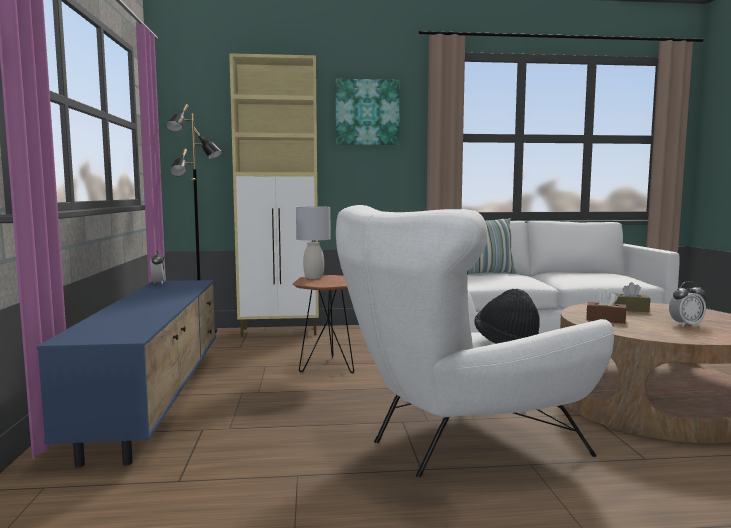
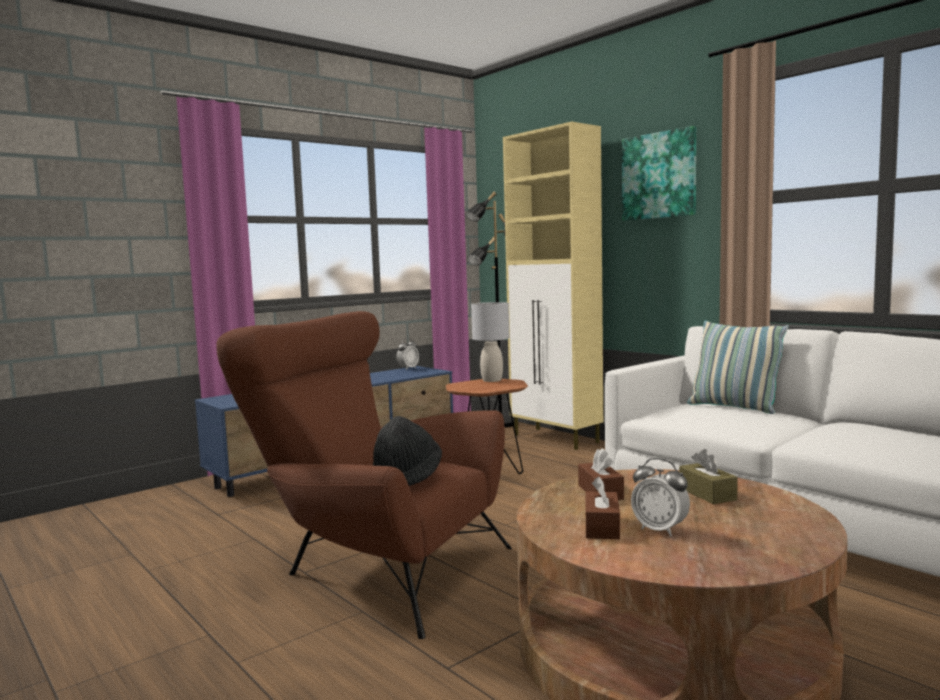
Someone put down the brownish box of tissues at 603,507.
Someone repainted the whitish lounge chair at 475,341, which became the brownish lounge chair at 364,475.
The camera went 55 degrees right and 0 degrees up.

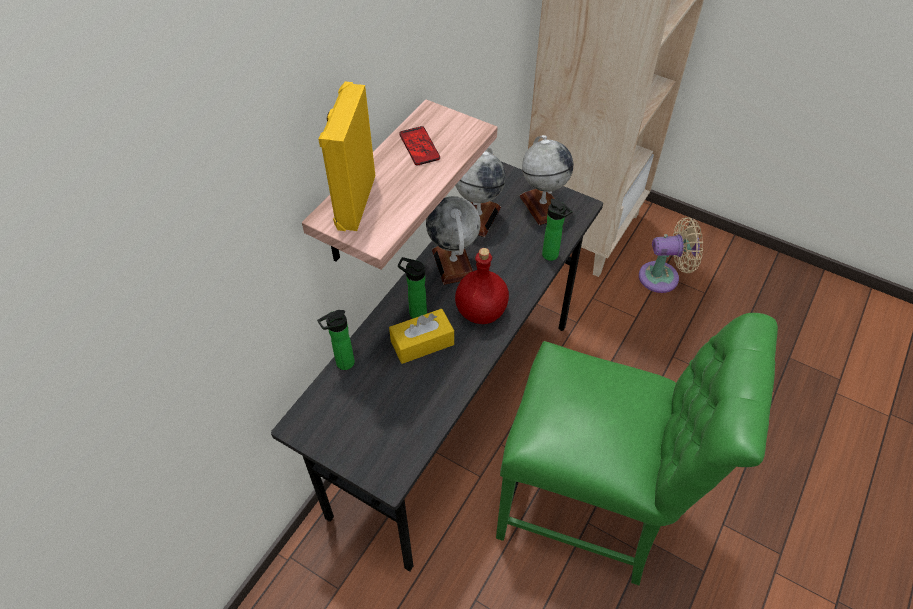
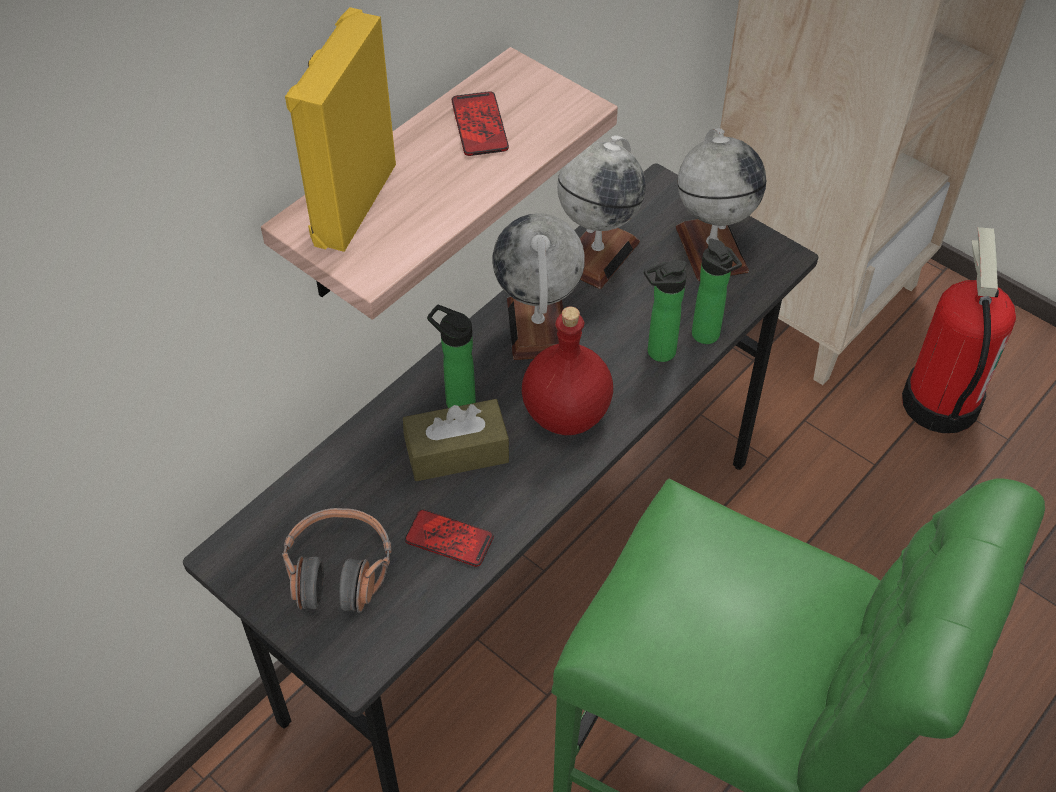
Someone put down the headset at 336,560.
Someone put down the phone at 449,538.
Someone carried the bottle from 336,340 to 665,311.
Someone swapped the sand-coloured cooling fan at 671,255 for the fire extinguisher at 959,330.
Someone repainted the yellow box of tissues at 421,336, which became the brownish box of tissues at 456,440.
The camera went 10 degrees right and 0 degrees up.

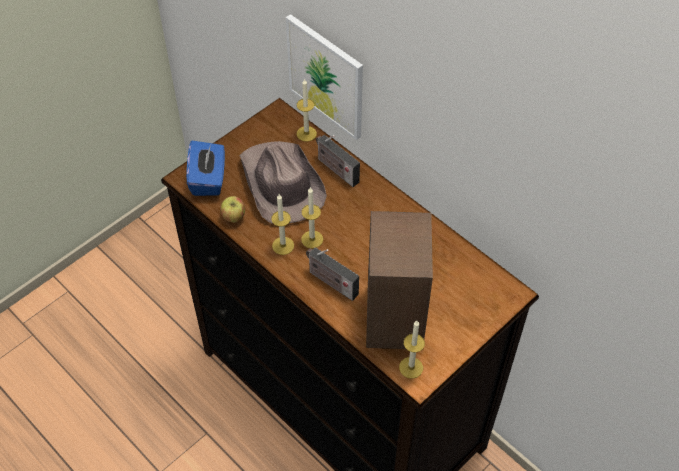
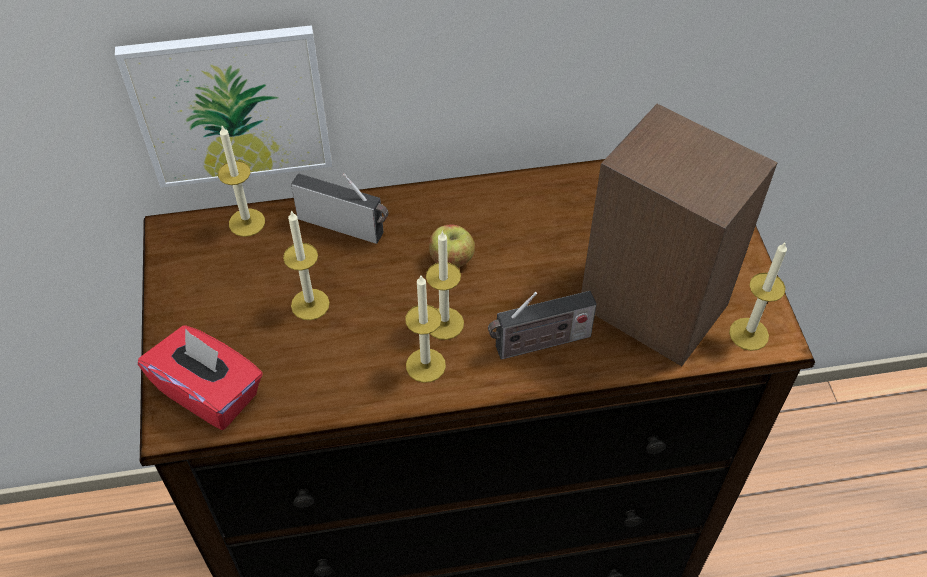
Someone carried the whole apple from 232,209 to 452,246.
Someone swapped the brownish wearable hat at 283,182 for the wax light at 306,265.
Someone repainted the blue-coloured box of tissues at 205,168, which became the reddish box of tissues at 200,377.
Someone rotated the radio receiver at 338,161 by 150 degrees counterclockwise.
The camera went 55 degrees left and 0 degrees up.

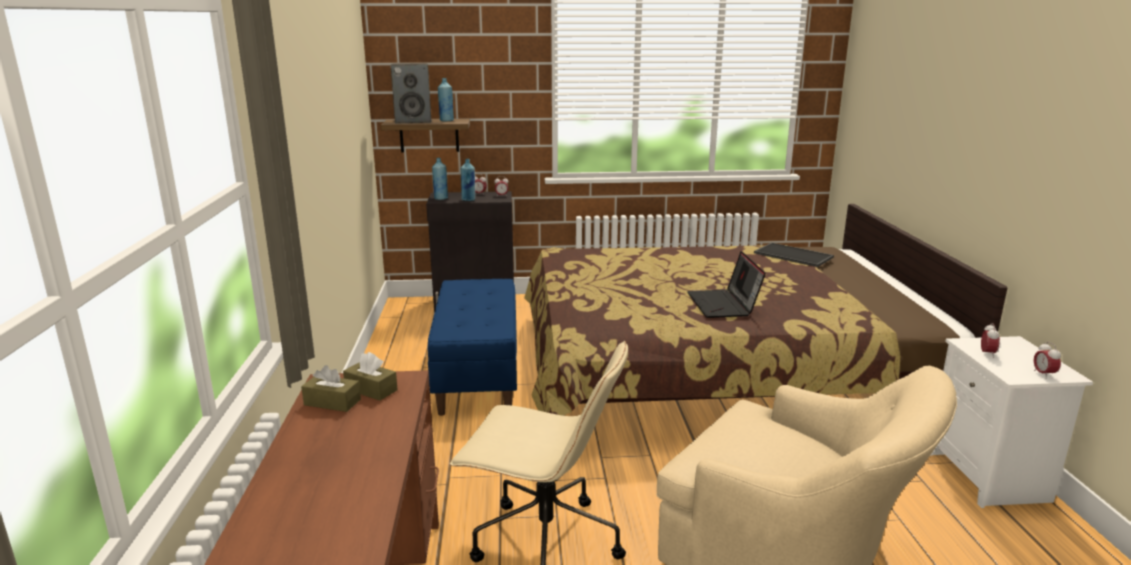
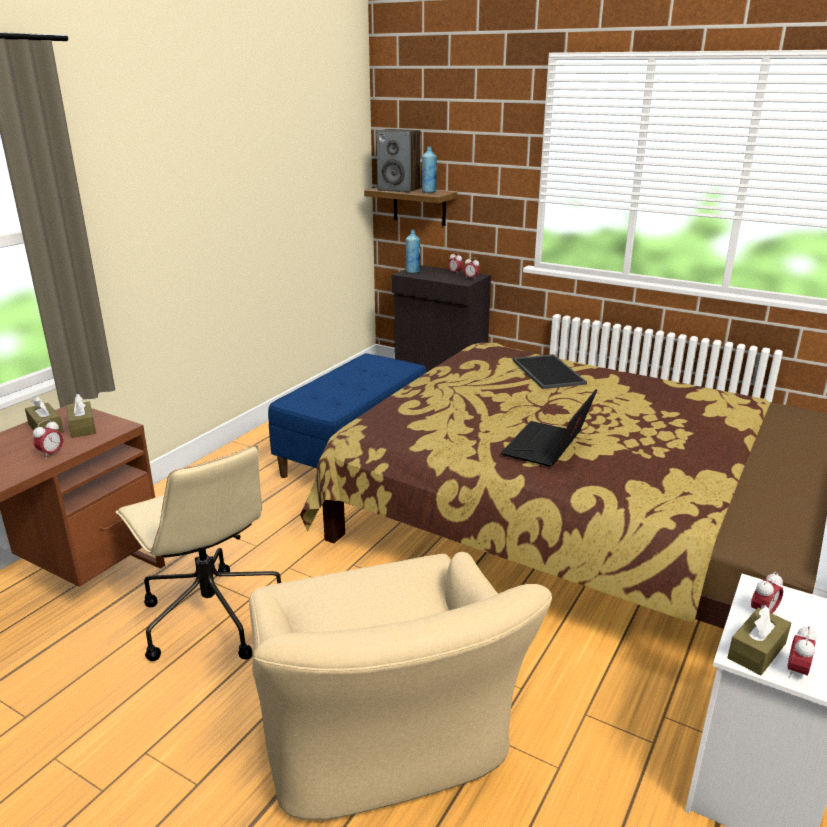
Someone took away the blue-coloured bottle at 468,180.
Someone put down the alarm clock at 48,439.
Someone put down the brownish box of tissues at 759,640.
Someone carried the carrying tray from 794,255 to 549,371.
The camera went 35 degrees right and 5 degrees up.

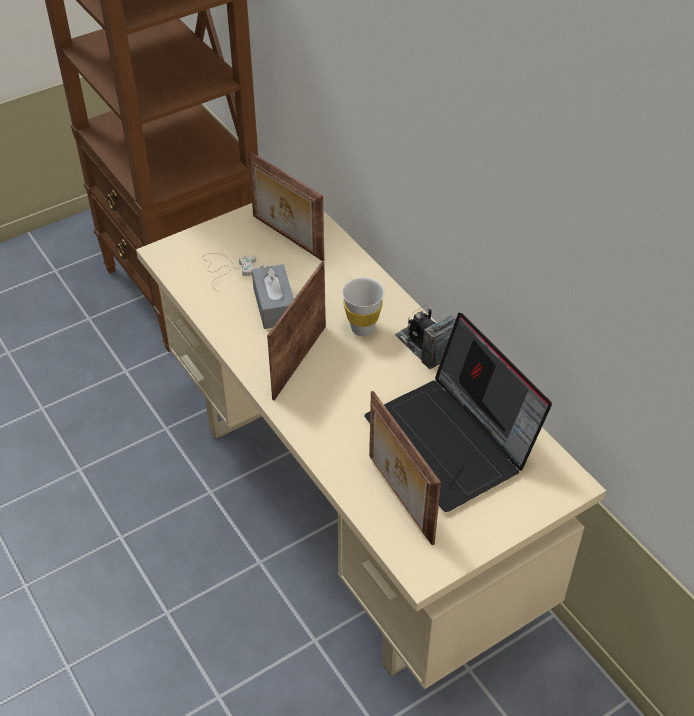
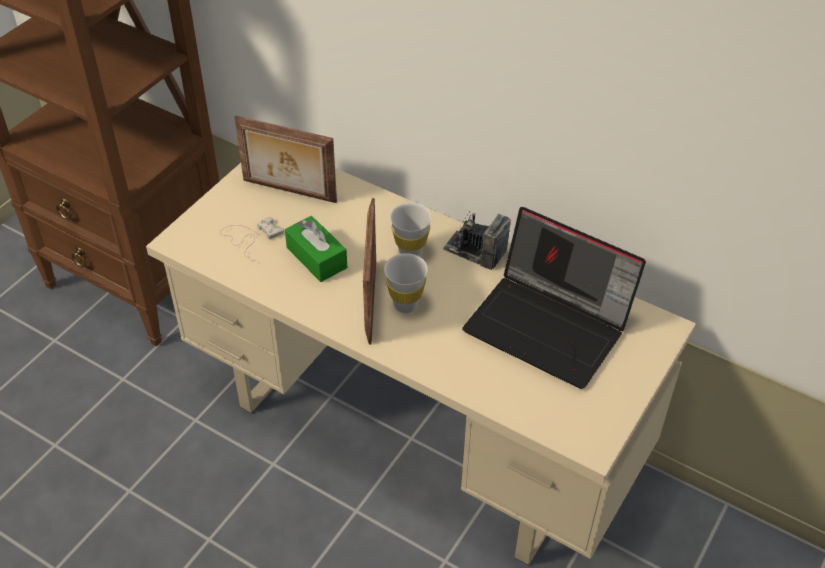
Someone took away the picture frame at 405,468.
Someone put down the whitish drinking cup at 406,283.
Someone repainted the gray box of tissues at 273,296, which became the green box of tissues at 316,249.
The camera went 25 degrees left and 0 degrees up.

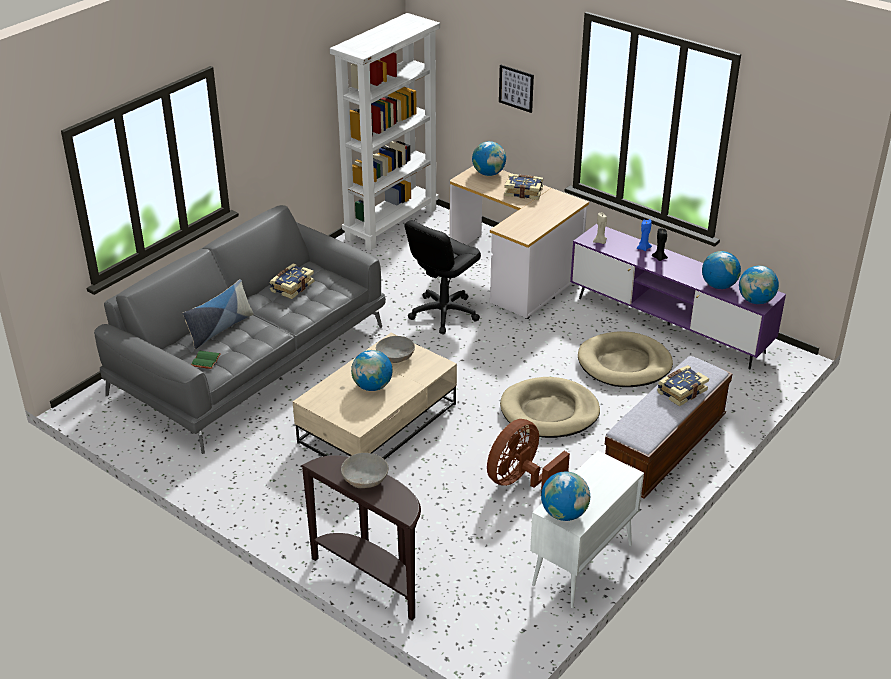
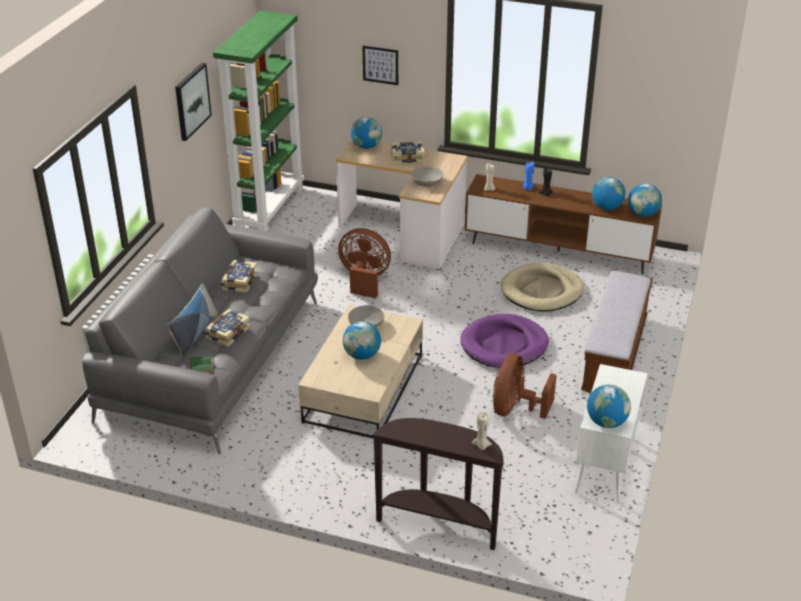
Someone put up the wall picture at 193,102.
Someone put down the sand-coloured wax light at 482,431.
Someone carried the gray deep dish from 365,470 to 427,176.
Someone carried the bound book from 683,386 to 227,328.
Someone swapped the black-coloured computer chair at 442,277 for the brownish cooling fan at 364,263.
Someone repainted the whitish shelving unit at 385,131, which became the green shelving unit at 258,120.
Someone repainted the sand-coloured dog bed at 550,407, which became the purple-coloured dog bed at 504,341.
Someone repainted the purple-coloured media console at 678,296, which became the brownish media console at 563,224.
The camera went 20 degrees left and 0 degrees up.

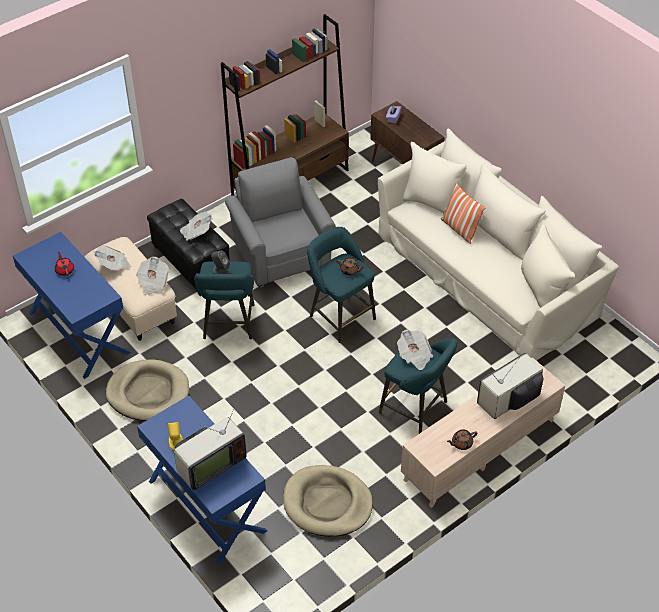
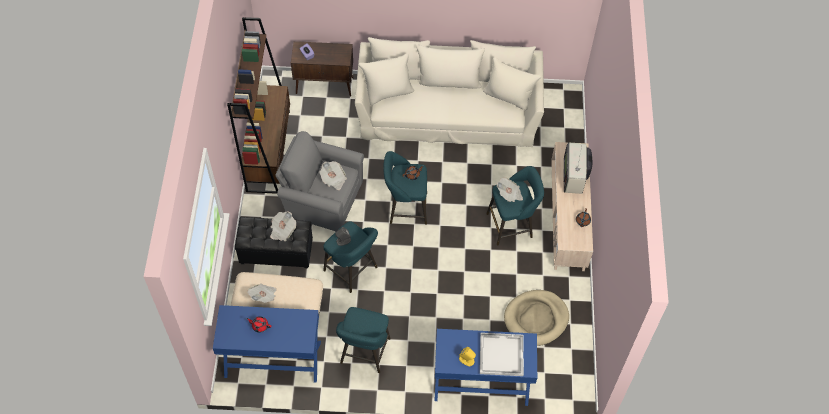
Someone took away the cushion at 463,213.
Someone carried the printed paper from 153,276 to 333,175.
Someone swapped the sand-coloured dog bed at 147,390 for the turquoise-coloured sitting stool at 363,340.
Someone swapped the television at 210,446 for the whitish carrying tray at 502,354.
The camera went 50 degrees left and 10 degrees up.

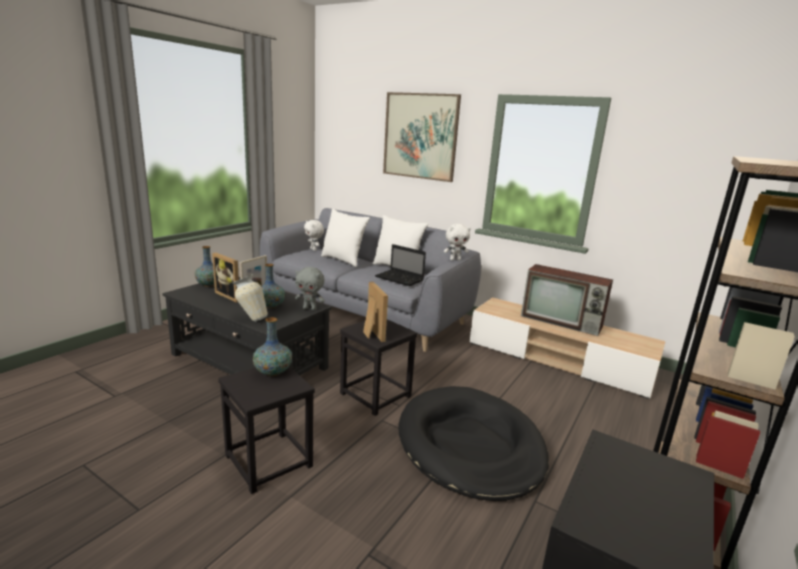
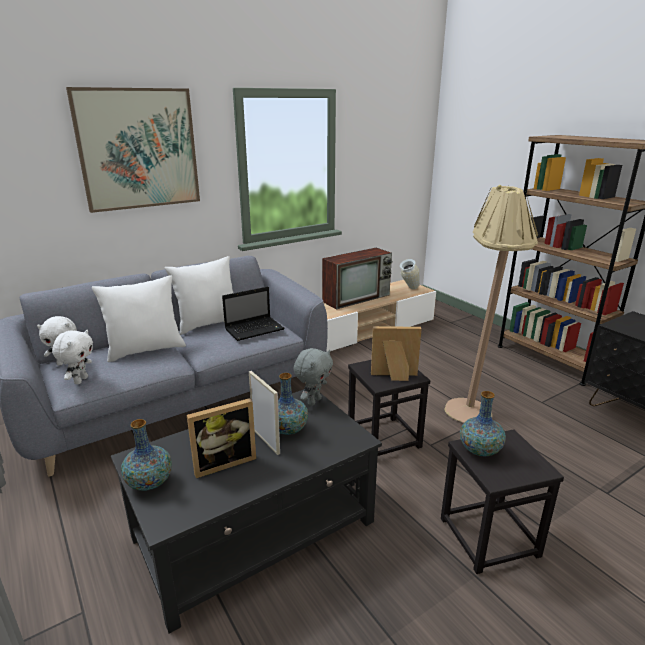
Someone carried the decorative vase from 249,298 to 410,274.
Someone carried the whitish plush toy from 457,242 to 72,357.
Someone swapped the black-coloured dog bed at 474,443 for the sand-coloured standard lamp at 491,304.
The camera went 65 degrees left and 5 degrees up.

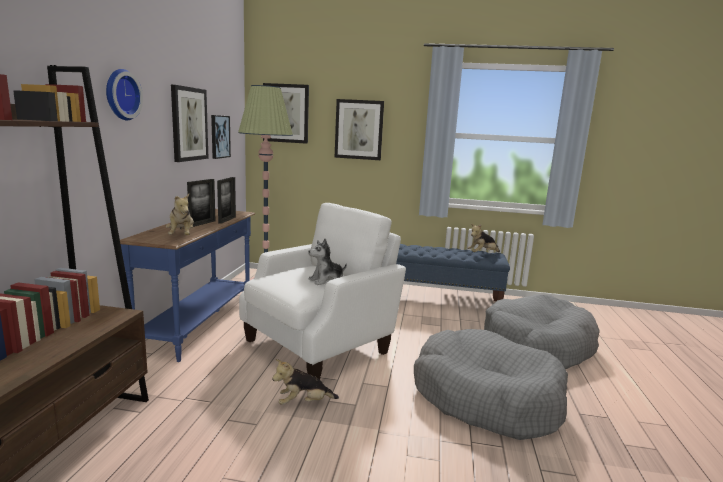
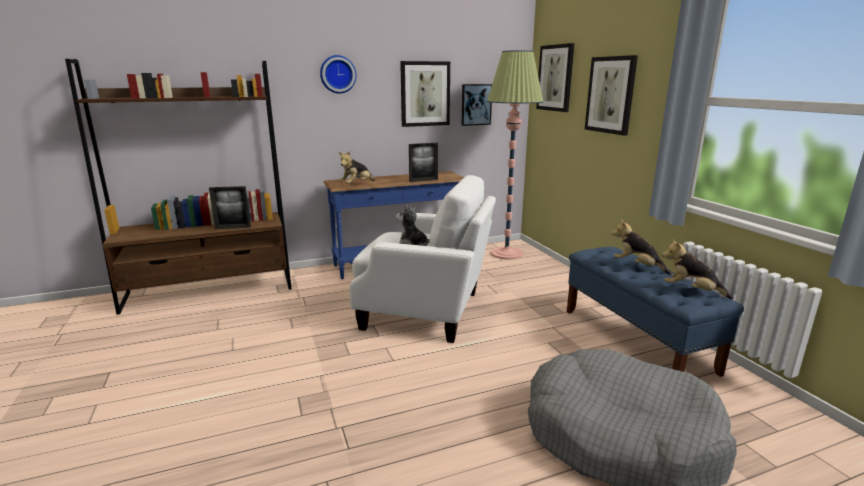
Someone took away the gray dog bed at 491,384.
Someone carried the picture frame from 201,203 to 230,207.
Someone carried the plush toy from 305,382 to 642,247.
The camera went 60 degrees right and 5 degrees up.

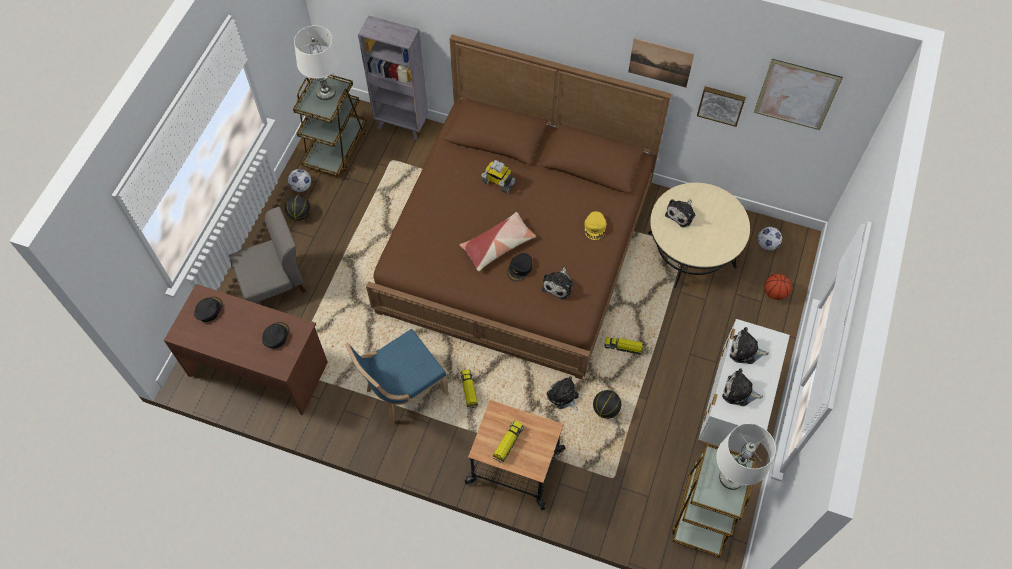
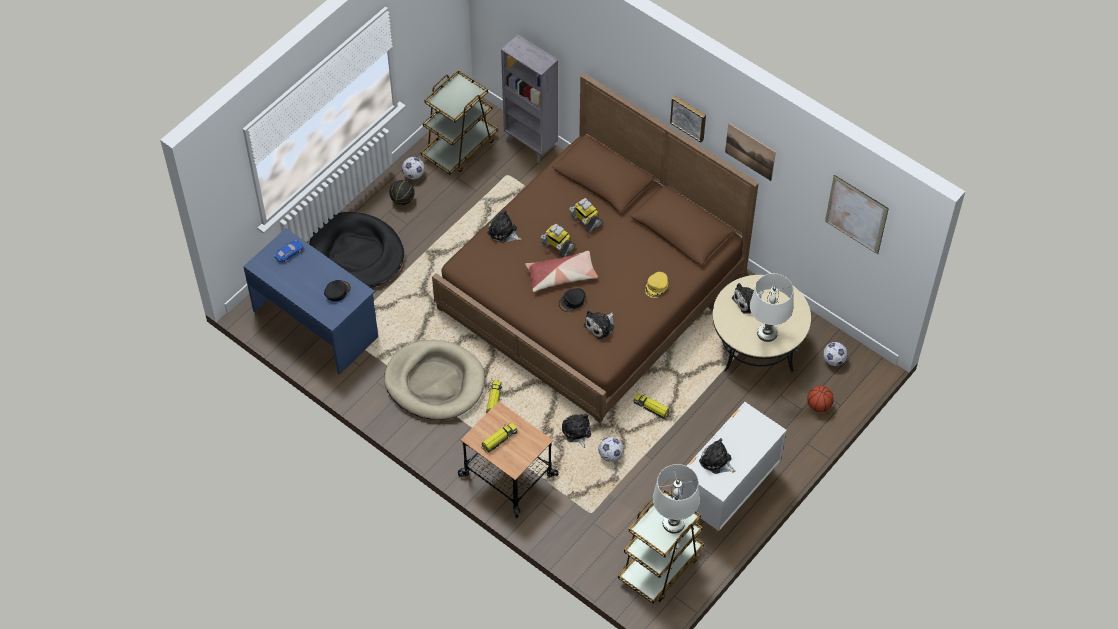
Someone put down the robot figure at 558,240.
Someone carried the whitish lamp for a table from 317,63 to 771,307.
Someone carried the wall picture from 721,106 to 688,119.
Someone carried the plush toy from 749,345 to 504,226.
Someone swapped the black-coloured cap at 208,309 for the blue-coloured miniature car at 288,251.
Someone swapped the gray upright chair at 267,255 for the black-coloured dog bed at 356,250.
Someone swapped the blue-coloured upright chair at 397,377 for the sand-coloured dog bed at 434,380.
Someone swapped the basketball ball at 607,404 for the ball for football at 610,449.
Someone repainted the brownish desk at 246,349, which became the blue-coloured desk at 310,301.
The camera went 20 degrees right and 5 degrees down.

